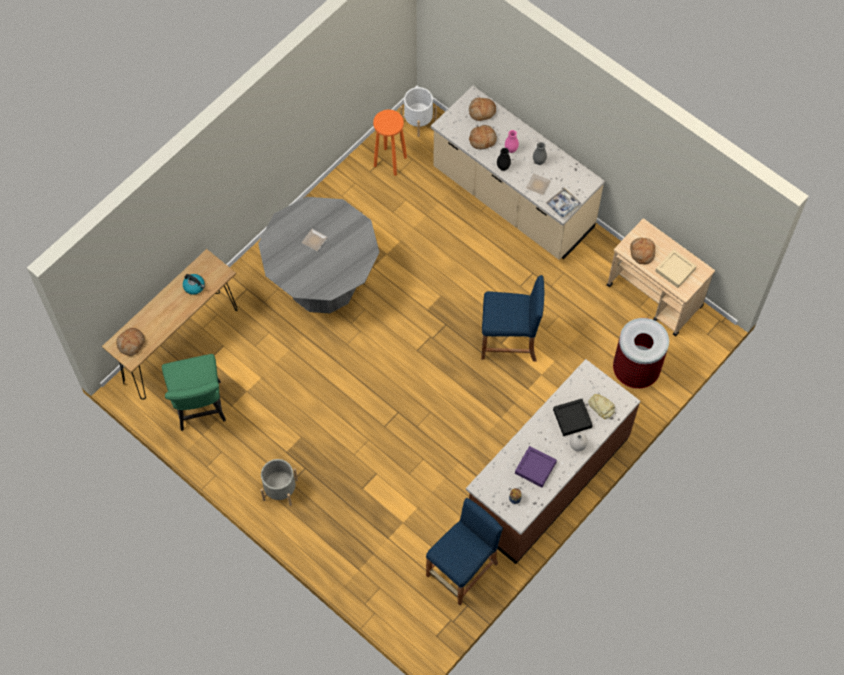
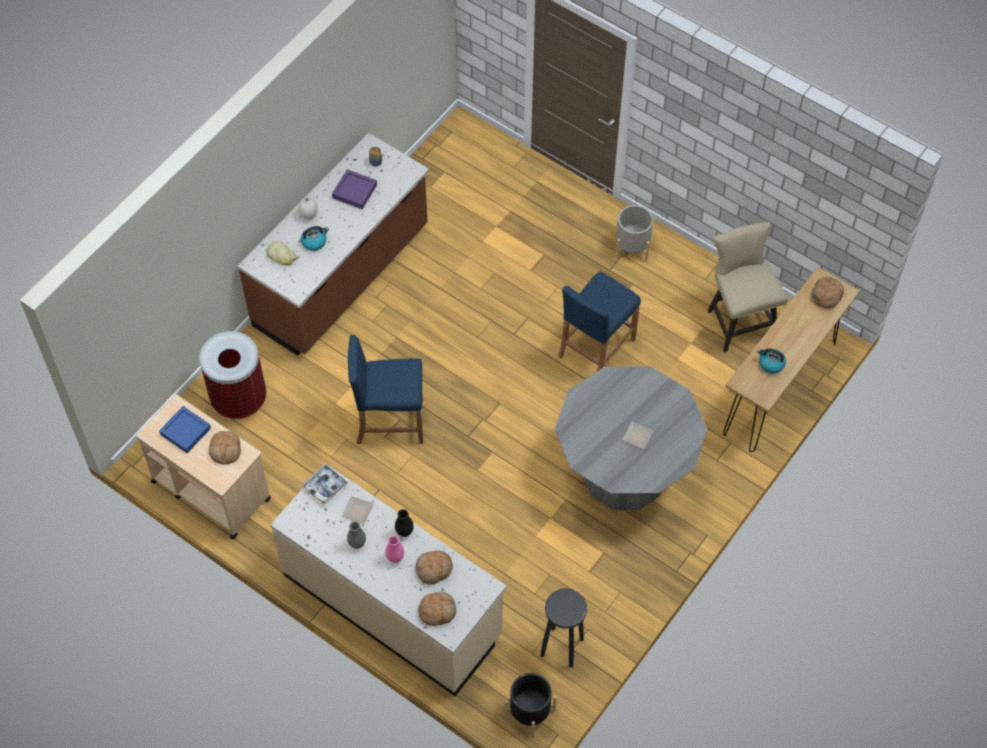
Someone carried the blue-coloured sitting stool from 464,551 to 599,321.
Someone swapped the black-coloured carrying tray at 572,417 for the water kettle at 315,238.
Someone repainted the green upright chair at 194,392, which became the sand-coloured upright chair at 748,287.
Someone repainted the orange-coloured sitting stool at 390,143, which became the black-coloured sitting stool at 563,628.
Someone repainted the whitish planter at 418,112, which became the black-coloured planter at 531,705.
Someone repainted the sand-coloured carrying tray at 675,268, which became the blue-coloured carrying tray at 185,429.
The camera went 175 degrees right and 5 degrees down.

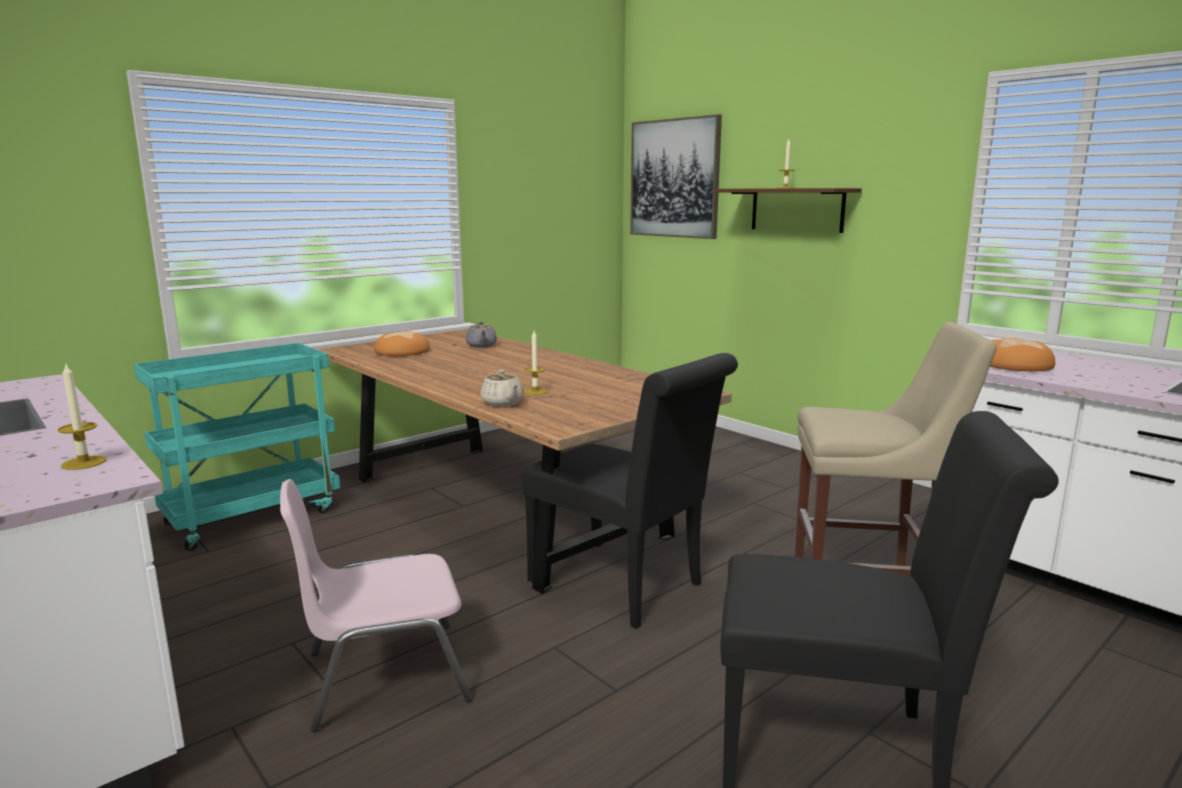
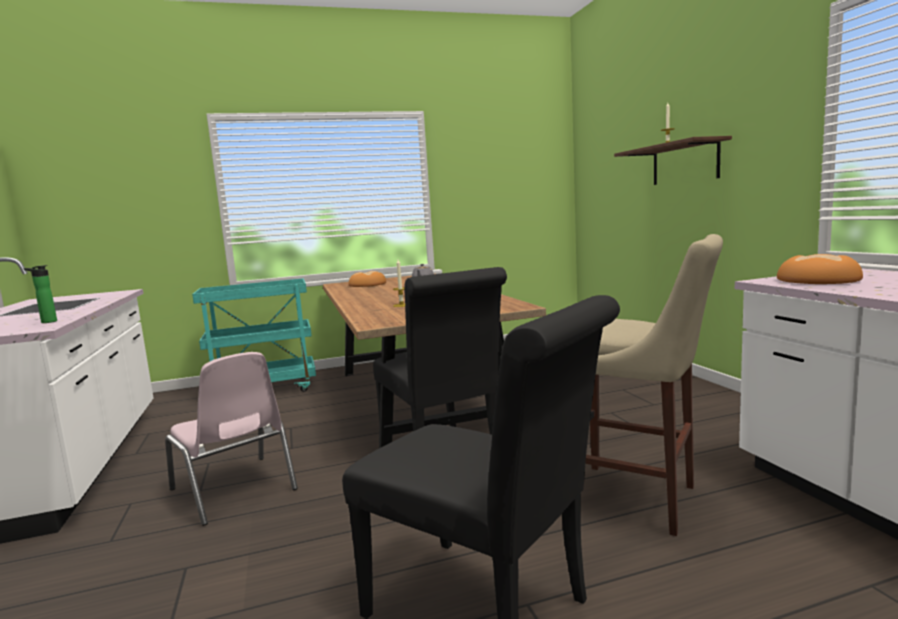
Someone took away the sand-coloured pot for tea at 502,388.
Someone took away the wall picture at 676,176.
Someone swapped the wax light at 82,416 for the bottle at 40,294.
Someone rotated the pink upright chair at 376,605 by 135 degrees counterclockwise.
The camera went 25 degrees right and 5 degrees down.

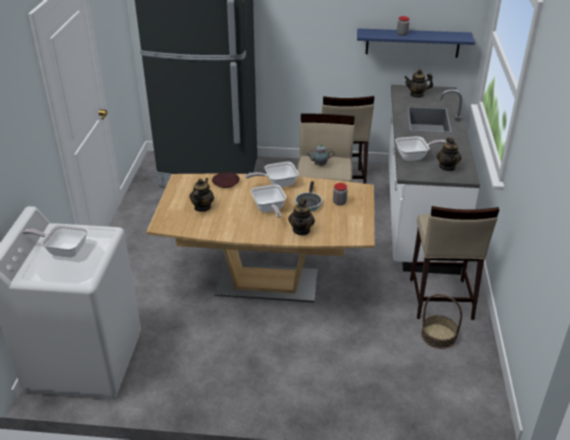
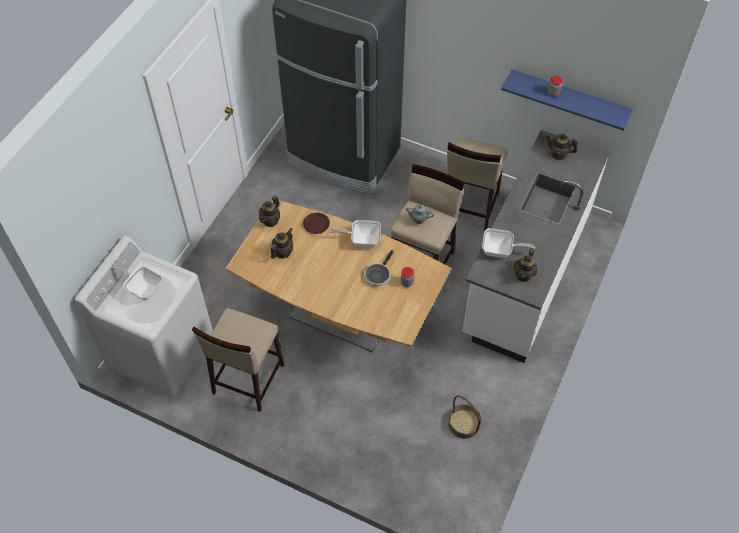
Someone took away the skillet at 268,201.
Someone carried the pot for tea from 301,216 to 269,211.
Someone carried the sand-coloured sitting stool from 454,263 to 238,360.
The camera went 20 degrees right and 20 degrees up.

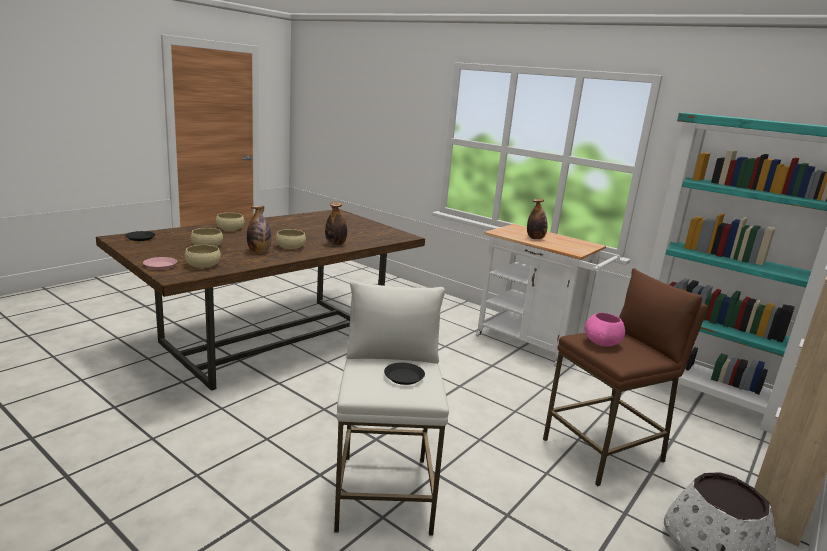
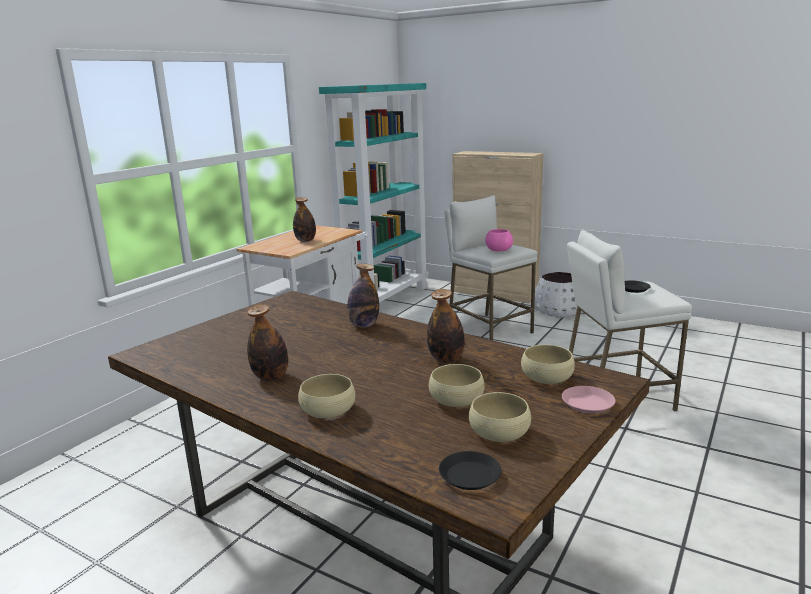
Someone put down the bottle at 267,342.
Someone carried the sand-coloured deep dish from 291,239 to 500,417.
Someone repainted the brownish sitting stool at 625,377, which became the whitish sitting stool at 491,267.
The camera went 95 degrees left and 0 degrees up.

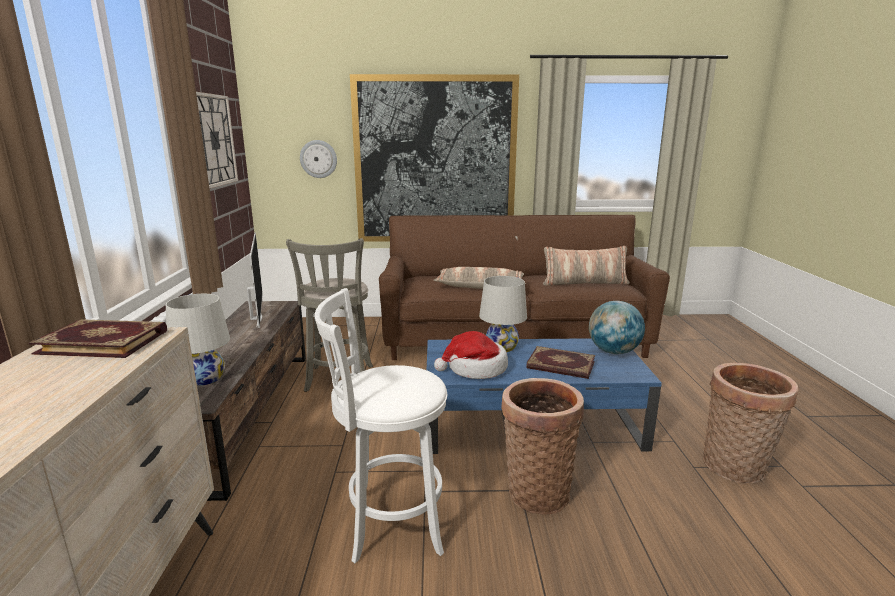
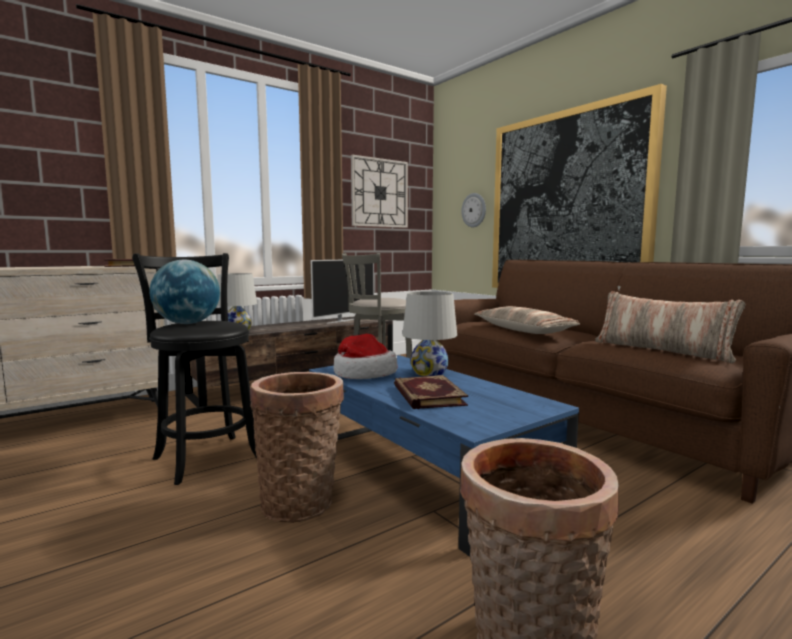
Someone carried the world globe from 617,327 to 184,291.
Someone repainted the whitish sitting stool at 380,425, which became the black-coloured sitting stool at 194,369.
The camera went 55 degrees right and 10 degrees down.

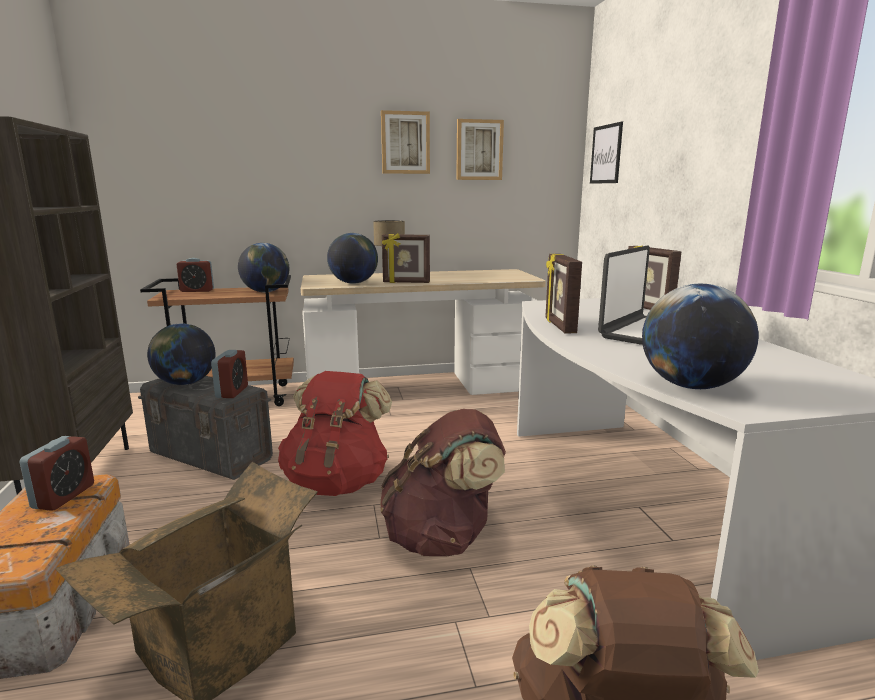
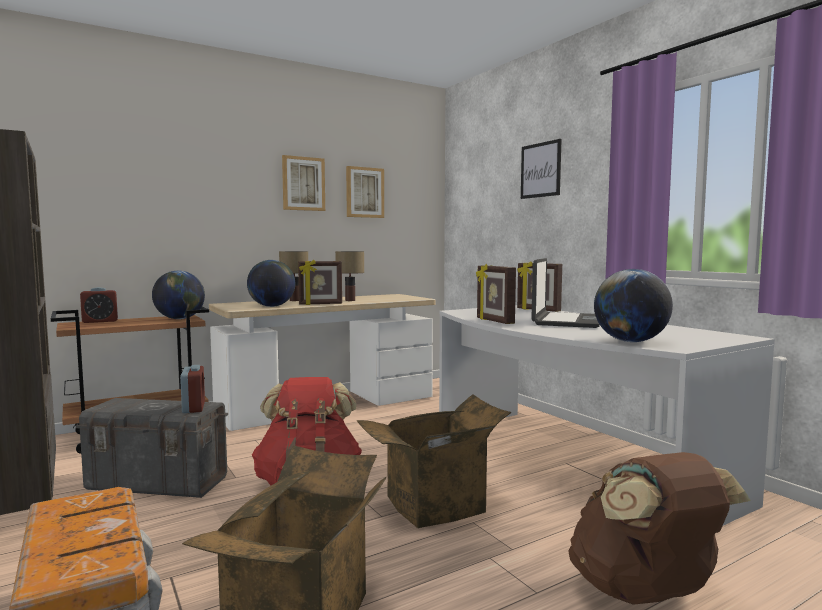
Someone took away the alarm clock at 56,473.
Someone took away the world globe at 181,354.
Someone put down the lamp for a table at 349,276.
Someone carried the wall picture from 606,153 to 541,169.
Someone swapped the brownish knapsack at 443,483 for the packing box at 434,461.
The camera went 20 degrees left and 10 degrees down.

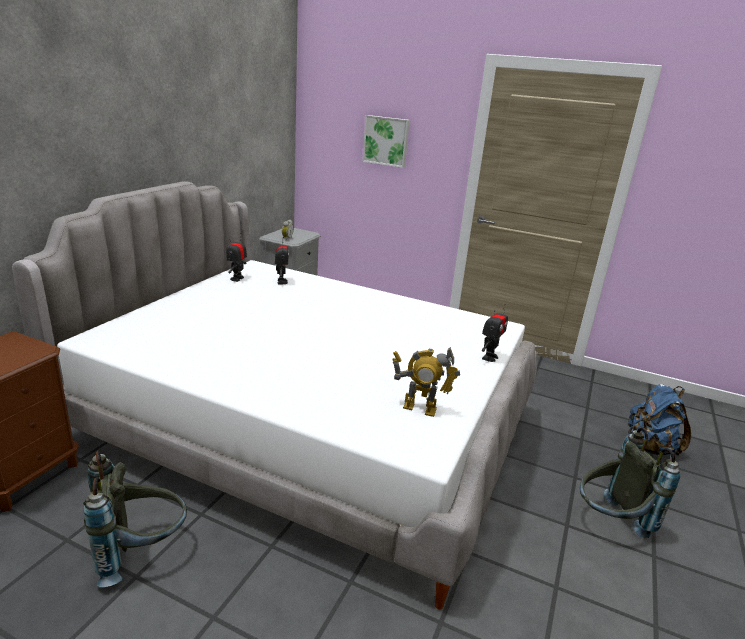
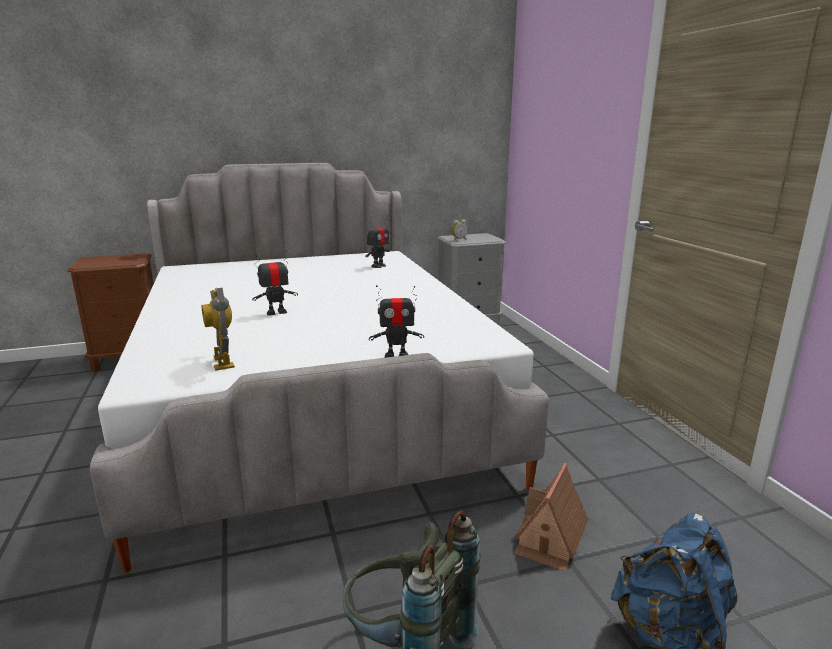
Someone took away the gray knapsack at 135,519.
Someone took away the wall picture at 386,141.
Someone put down the toy house at 551,517.
Someone carried the robot figure from 236,258 to 275,283.
The camera went 50 degrees right and 5 degrees down.

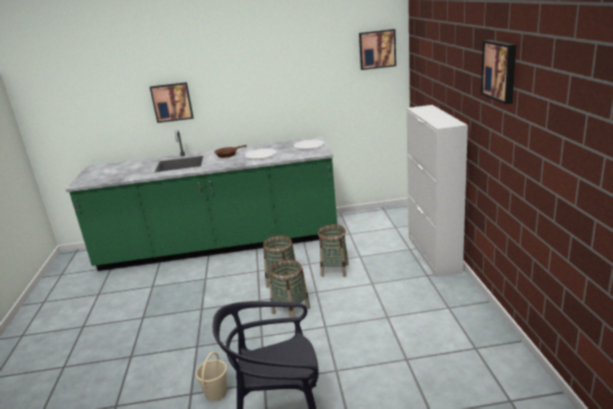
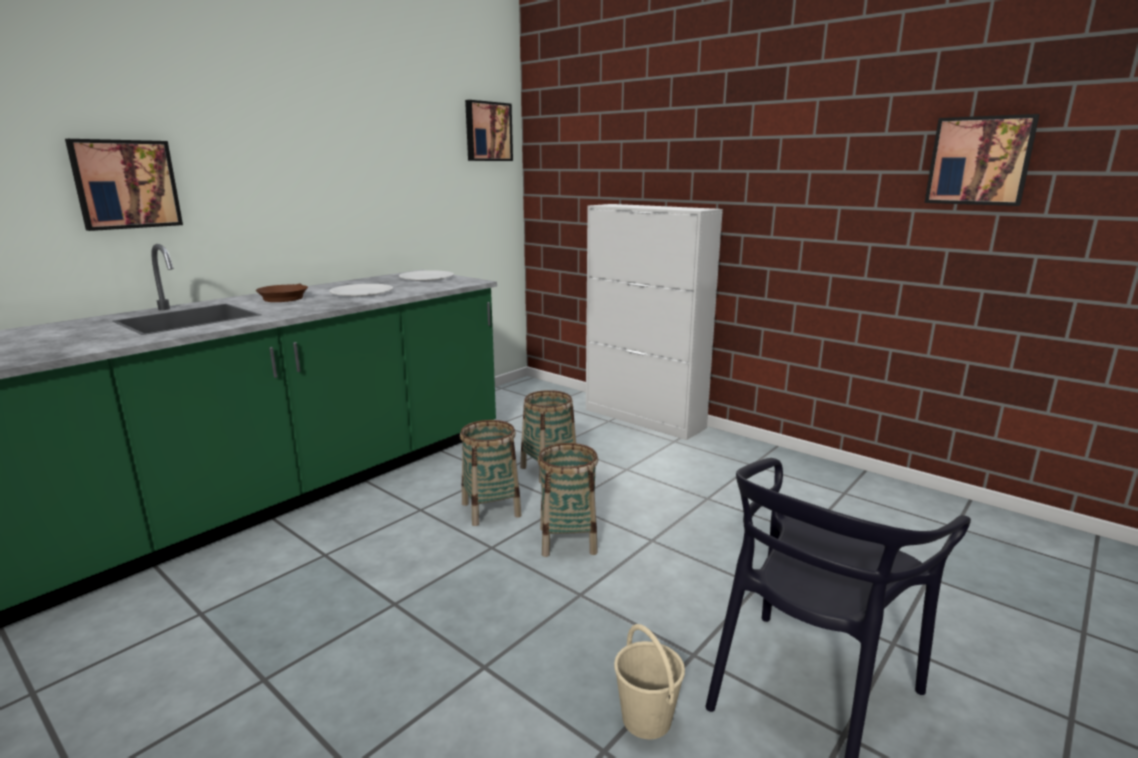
Someone carried the wall picture from 498,72 to 982,160.
The camera went 45 degrees left and 5 degrees down.

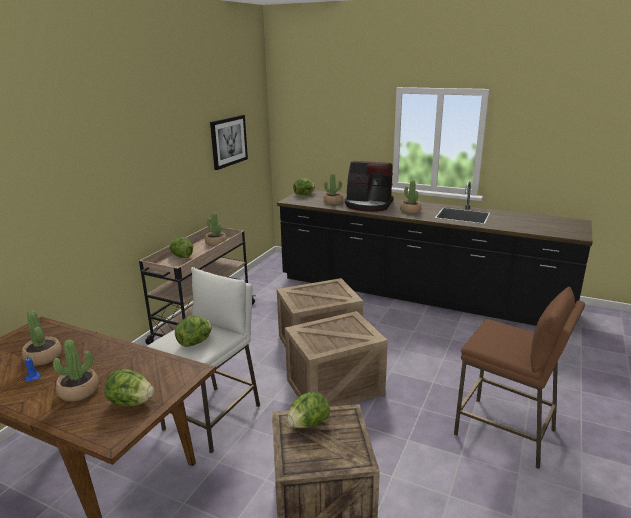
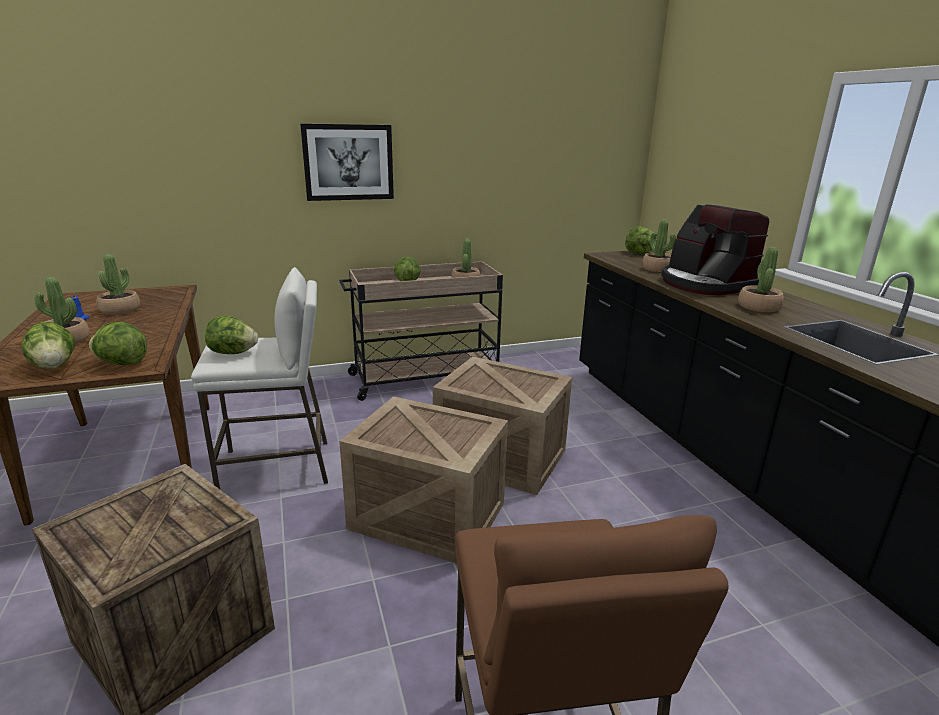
Someone carried the wall picture from 229,142 to 347,162.
Someone carried the lettuce from 308,410 to 118,343.
The camera went 45 degrees right and 0 degrees up.

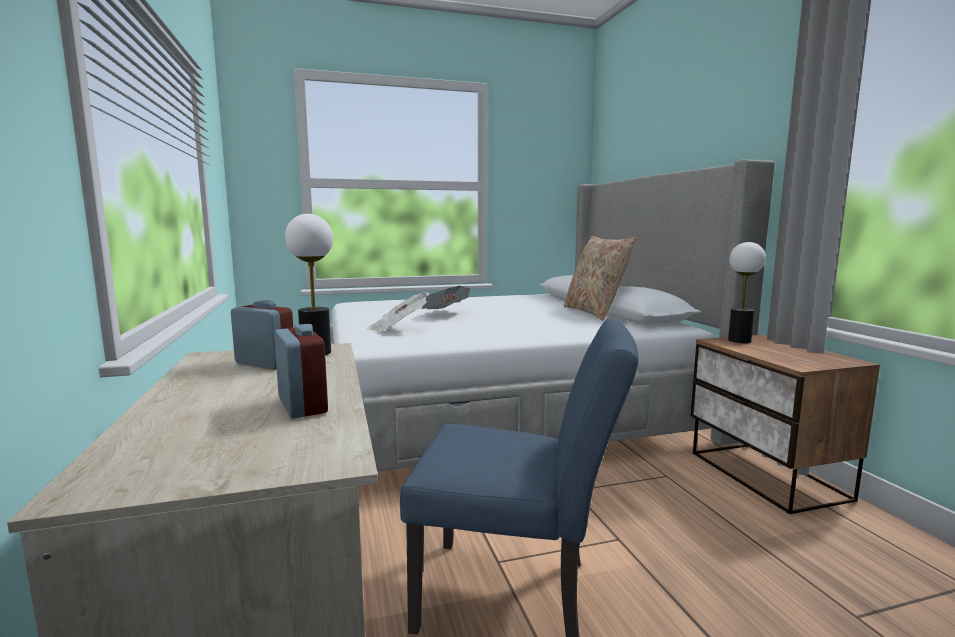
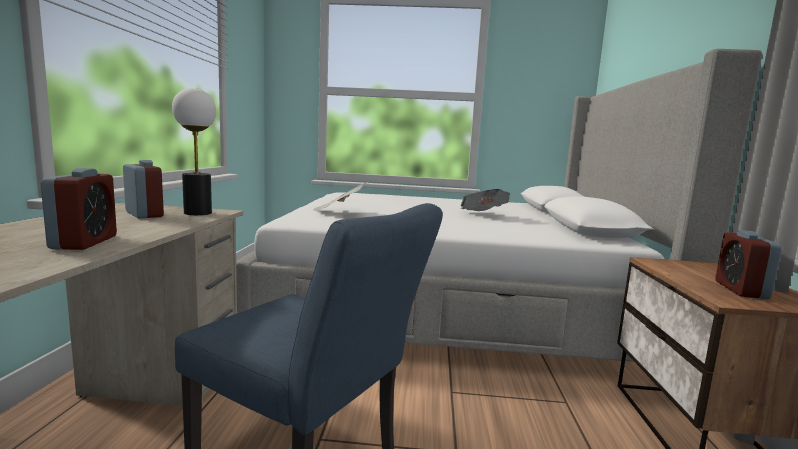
Someone took away the sand-coloured cushion at 600,278.
Someone took away the lamp for a table at 747,292.
Someone put down the alarm clock at 748,264.
Someone carried the printed paper from 446,297 to 485,200.
The camera went 20 degrees right and 0 degrees up.

